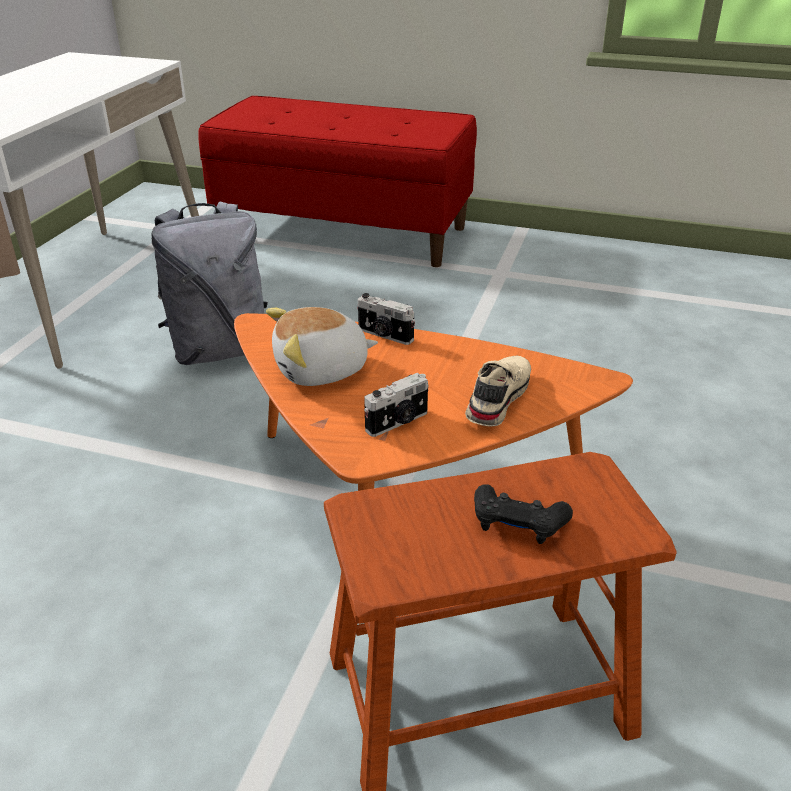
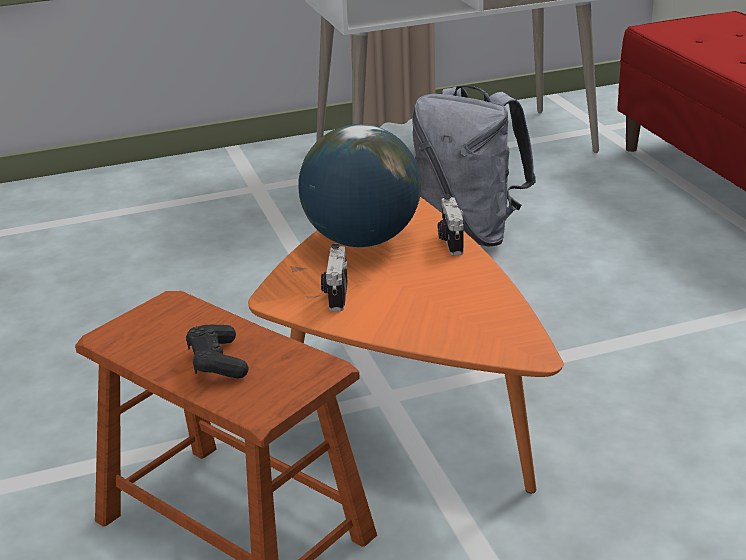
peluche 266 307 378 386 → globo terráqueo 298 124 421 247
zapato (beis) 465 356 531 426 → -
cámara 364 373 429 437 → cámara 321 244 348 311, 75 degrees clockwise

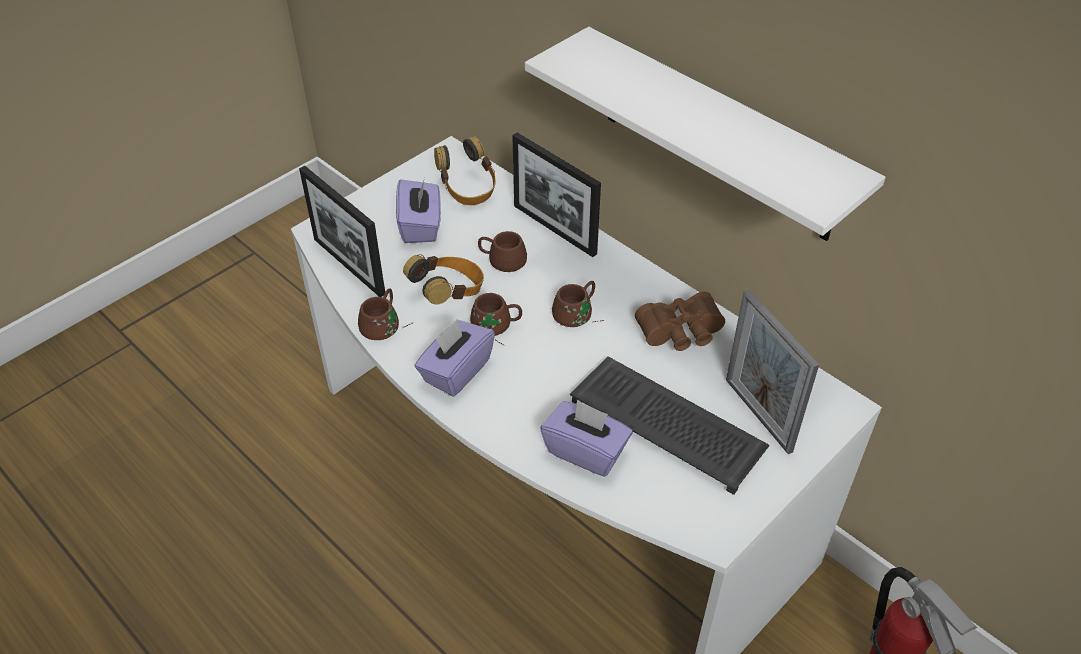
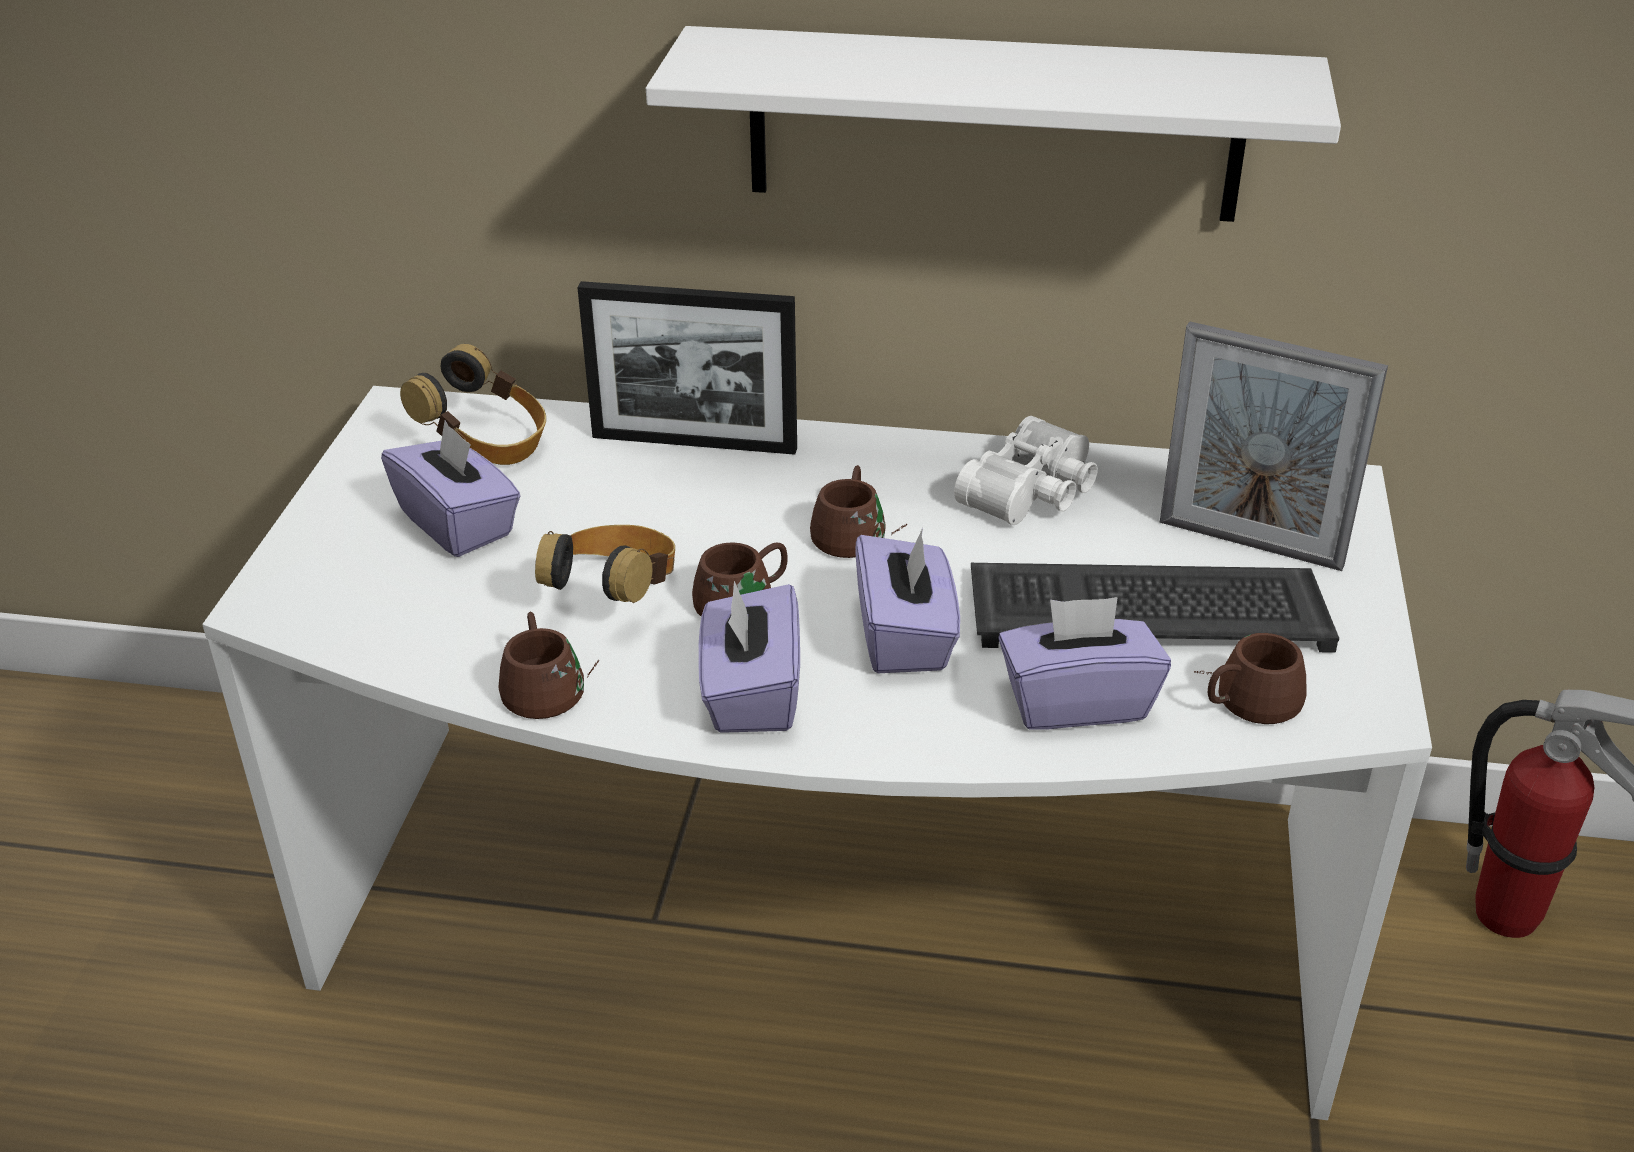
portarretratos 299 166 385 297 → -
taza grande (marrón) 478 231 527 272 → taza grande (marrón) 1194 633 1307 724, relocated
prismáticos (marrón) 635 292 725 351 → prismáticos (blanco) 954 416 1098 525
- → caja de pañuelos (morado) 855 528 960 673

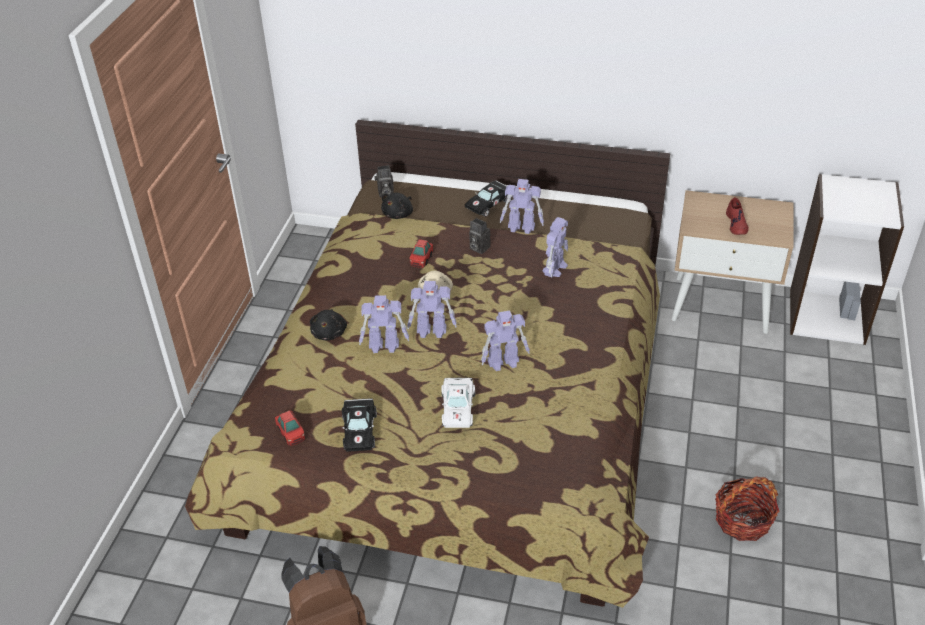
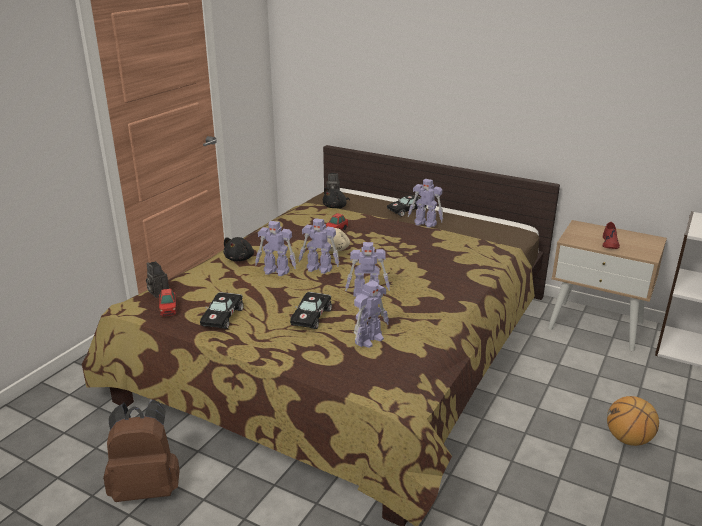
robot de juguete 543 217 568 277 → robot de juguete 354 280 389 348, relocated
cámara 469 218 491 254 → cámara 146 261 169 298, relocated
coche de juguete (blanco) 441 378 475 428 → coche de juguete (negro) 290 292 332 329
cesta 715 476 779 541 → -
- → balón de baloncesto 607 396 659 446

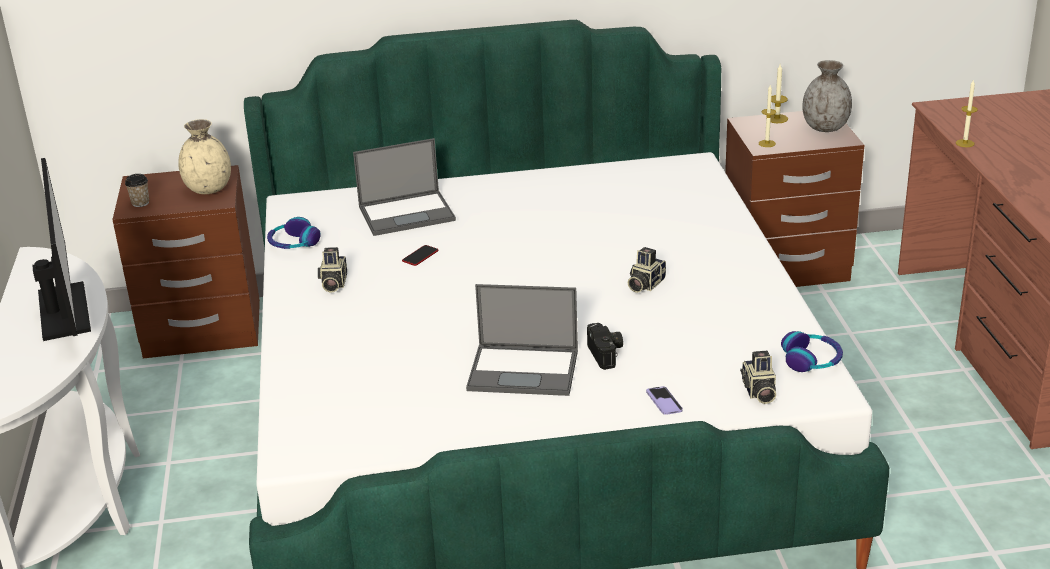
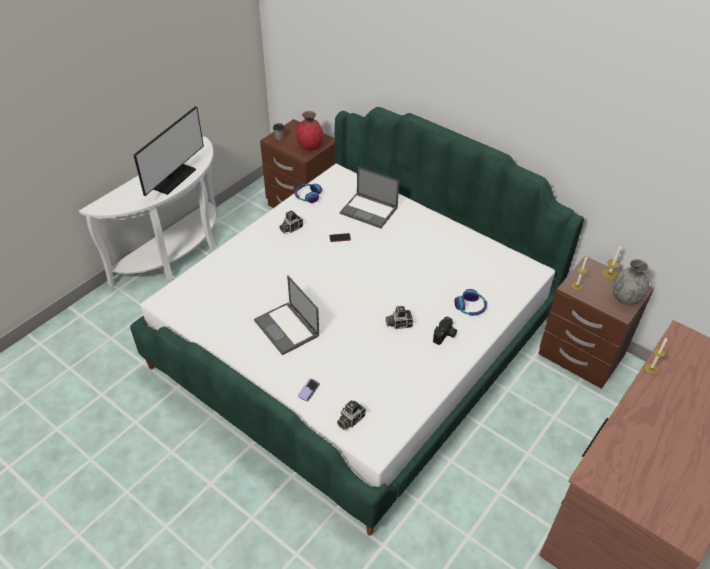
florero (beis) 178 119 231 194 → florero (rojo) 296 111 323 150
cámara 587 323 623 370 → cámara 433 317 457 345, relocated
auriculares 781 331 843 372 → auriculares 454 289 487 316, relocated

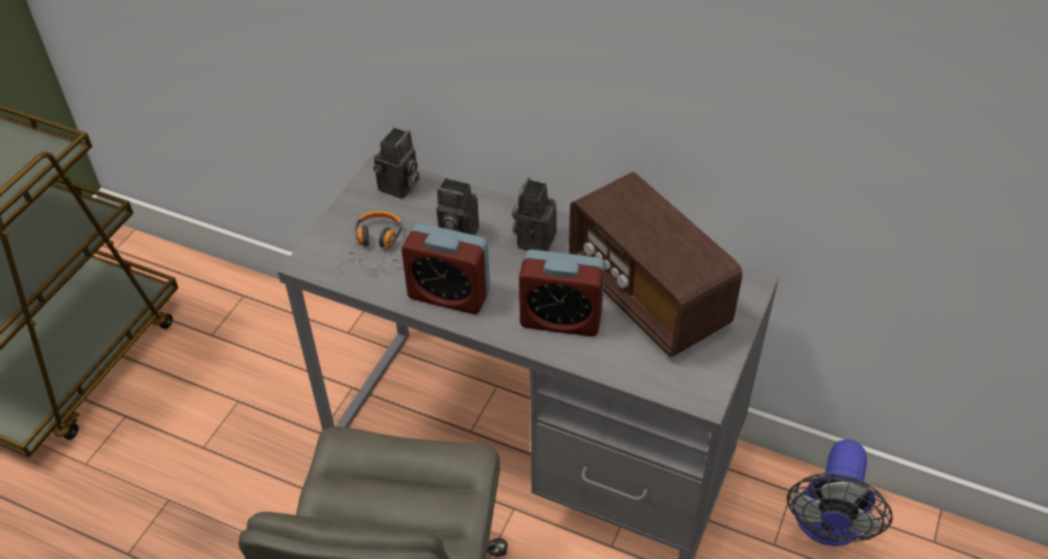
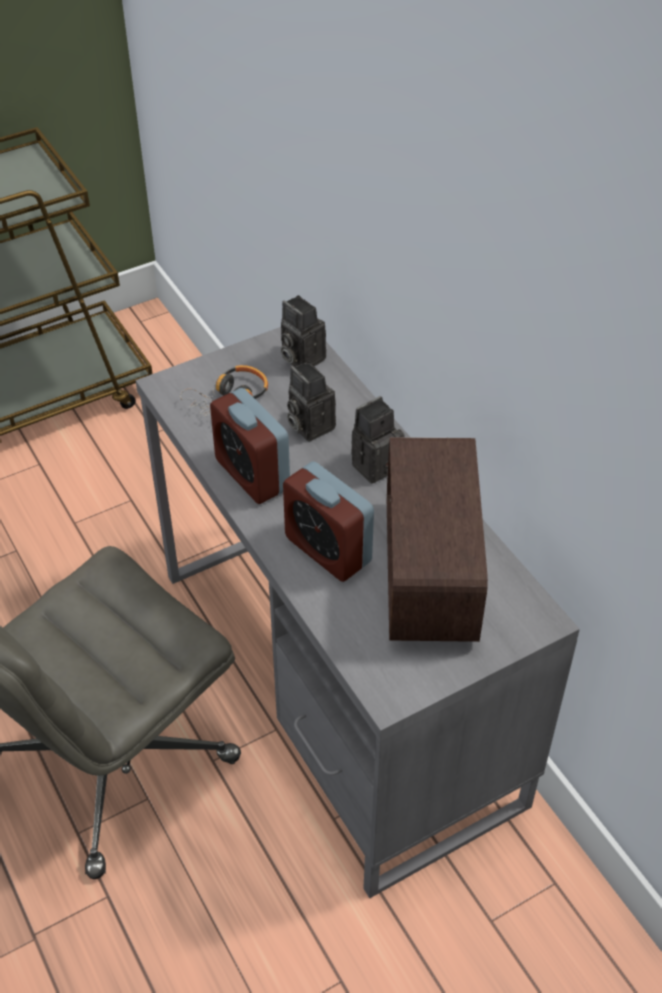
cámara 373 128 420 199 → cámara 281 295 326 367, 75 degrees clockwise
ventilador 787 439 893 546 → -

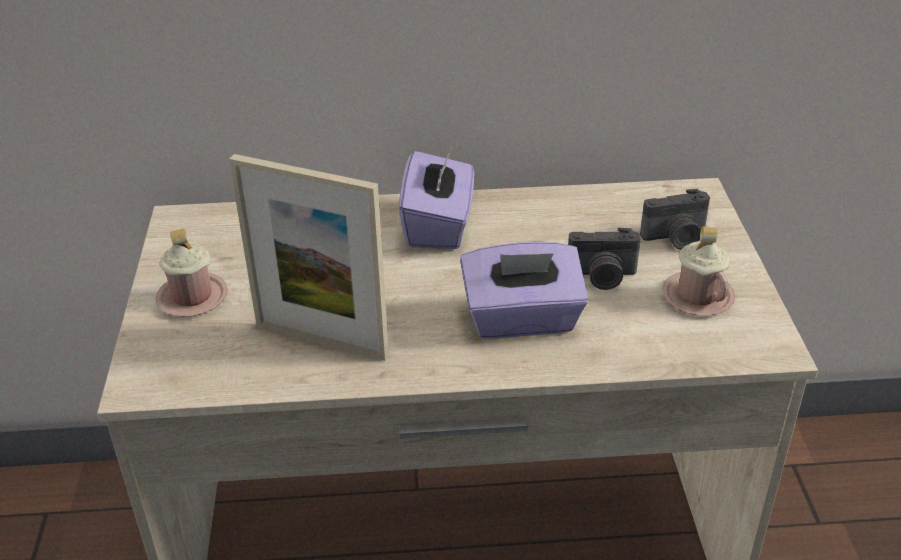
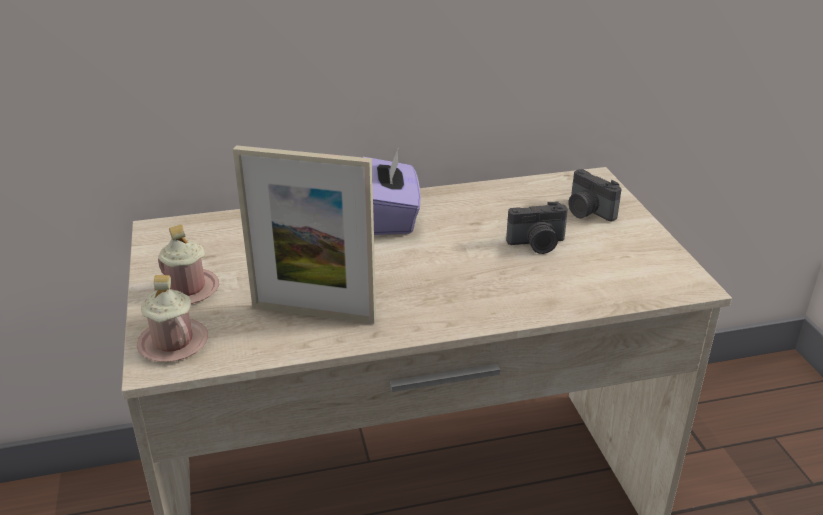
cámara 640 189 710 250 → cámara 568 169 622 221, 75 degrees clockwise
taza grande (rosa) 662 227 735 316 → taza grande (rosa) 136 275 208 362, relocated
caja de pañuelos (morado) 460 242 589 338 → -

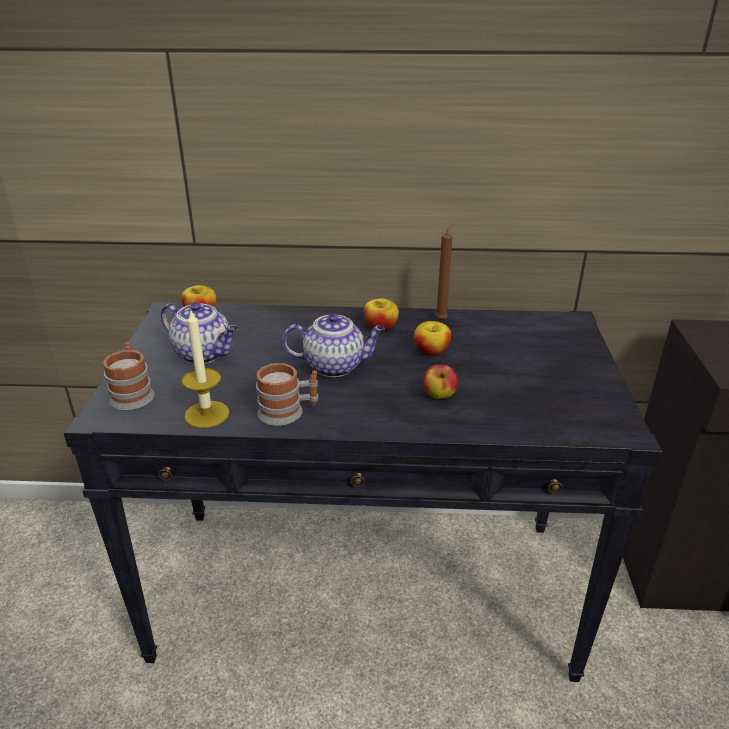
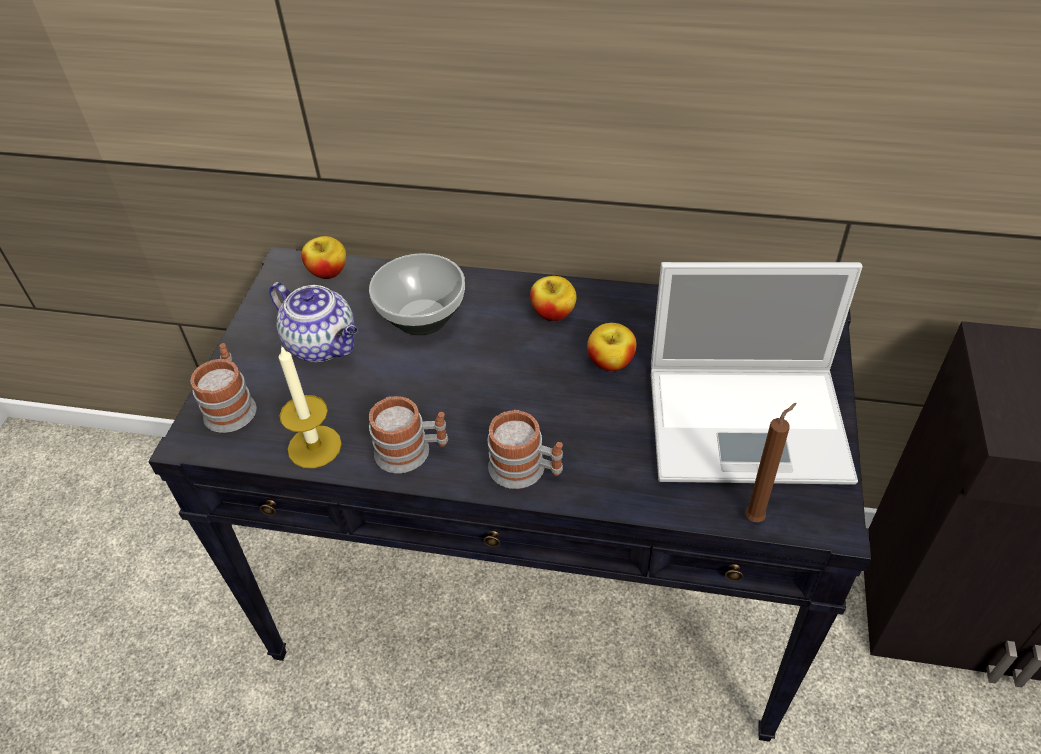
vela (marrón) 435 223 455 320 → vela (marrón) 745 403 796 522, relocated
tetera 282 313 385 377 → -
manzana 423 365 458 399 → -
- → cuenco 369 253 465 335
- → portátil 651 262 863 485
- → taza grande 487 410 563 489

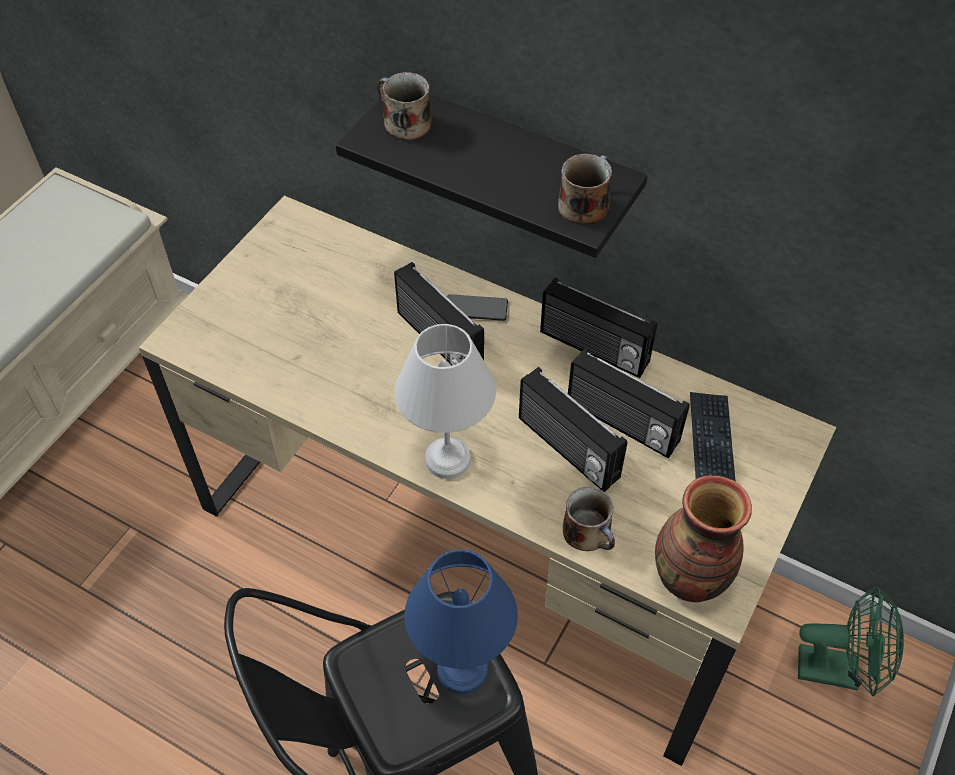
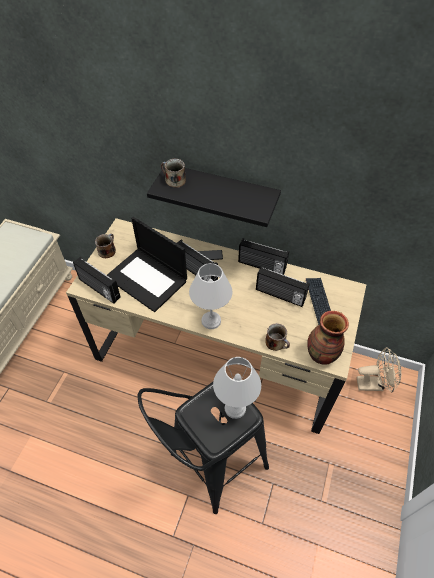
taza grande 558 154 612 225 → taza grande 95 234 116 258, relocated
radio 519 367 627 492 → radio 73 257 121 304, relocated
lámpara de mesa (azul) 404 549 518 694 → lámpara de mesa (blanco) 213 357 261 419
ventilador (verde) 798 585 904 696 → ventilador (beis) 357 347 402 392
- → portátil 107 217 187 312

